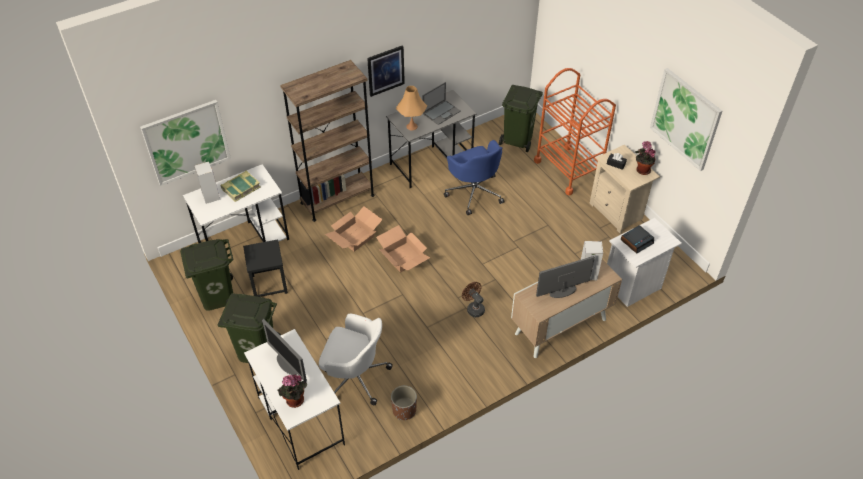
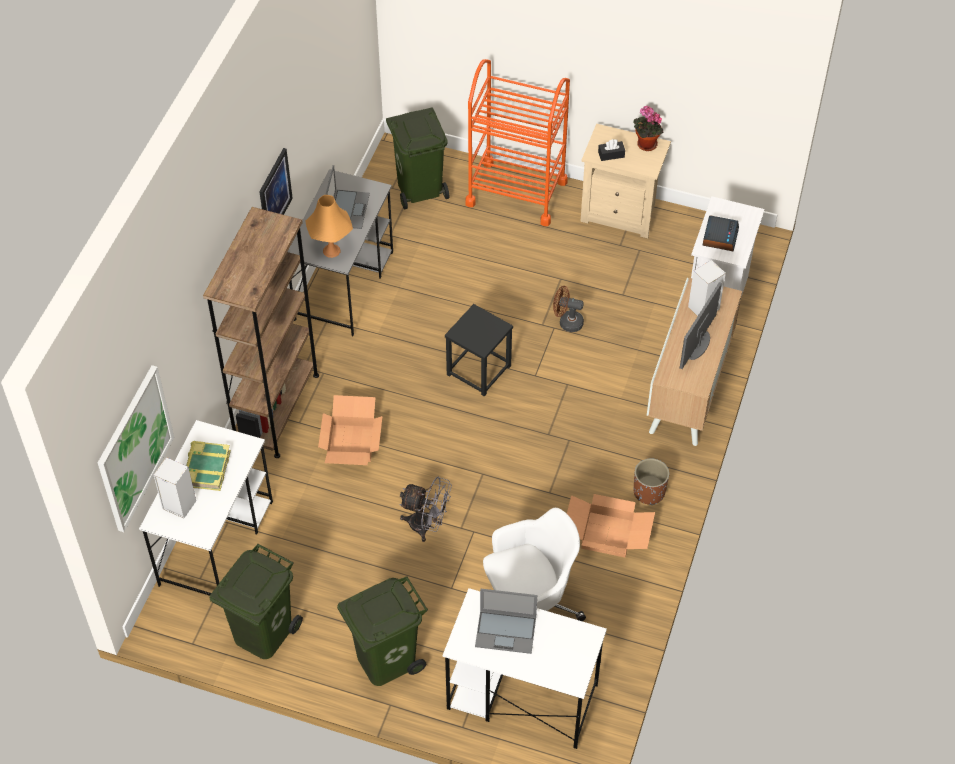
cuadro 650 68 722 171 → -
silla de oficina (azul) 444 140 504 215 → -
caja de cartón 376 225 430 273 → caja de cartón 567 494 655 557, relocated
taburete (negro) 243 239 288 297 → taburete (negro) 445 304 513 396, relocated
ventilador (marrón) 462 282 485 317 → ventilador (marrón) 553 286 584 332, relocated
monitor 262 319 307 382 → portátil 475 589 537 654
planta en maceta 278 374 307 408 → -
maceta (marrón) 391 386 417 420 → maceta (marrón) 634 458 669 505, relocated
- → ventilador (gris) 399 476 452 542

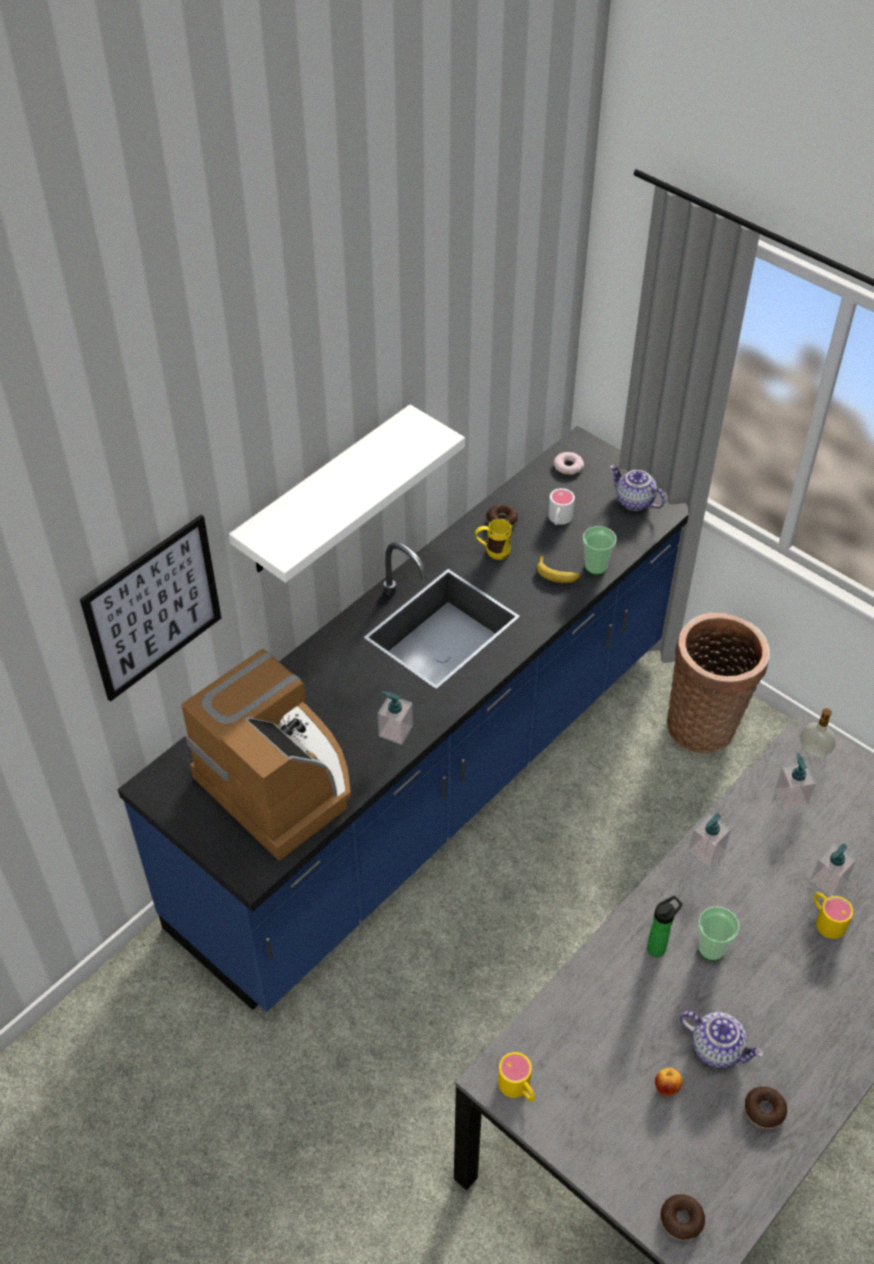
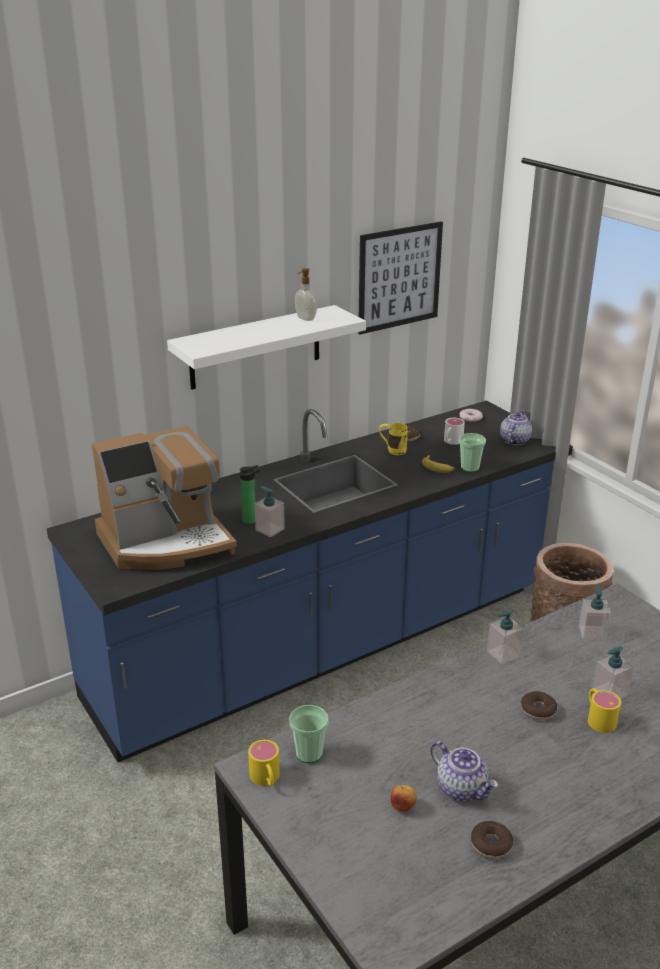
tetera 610 465 665 511 → tetera 500 410 532 445, 60 degrees clockwise
cuadro 80 515 221 702 → cuadro 358 222 443 335, relocated
cafetera 181 649 351 861 → cafetera 92 426 237 570, 90 degrees clockwise
dispensador de jabón 800 708 836 758 → dispensador de jabón 295 268 317 321, relocated
botella 647 896 683 957 → botella 240 465 260 524, relocated
taza 698 907 739 961 → taza 289 705 329 763, relocated
rosquilla 660 1194 705 1241 → rosquilla 521 691 557 720, relocated

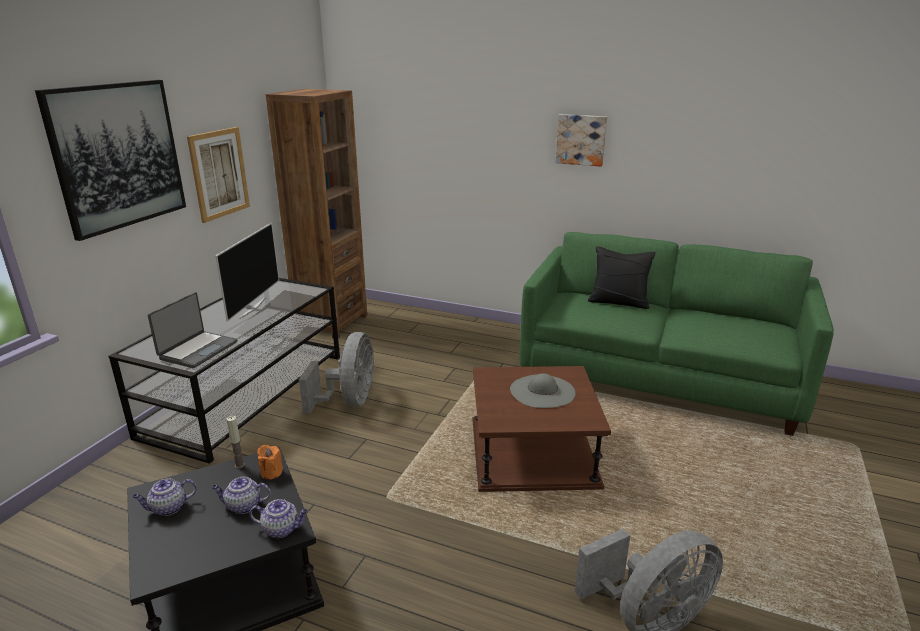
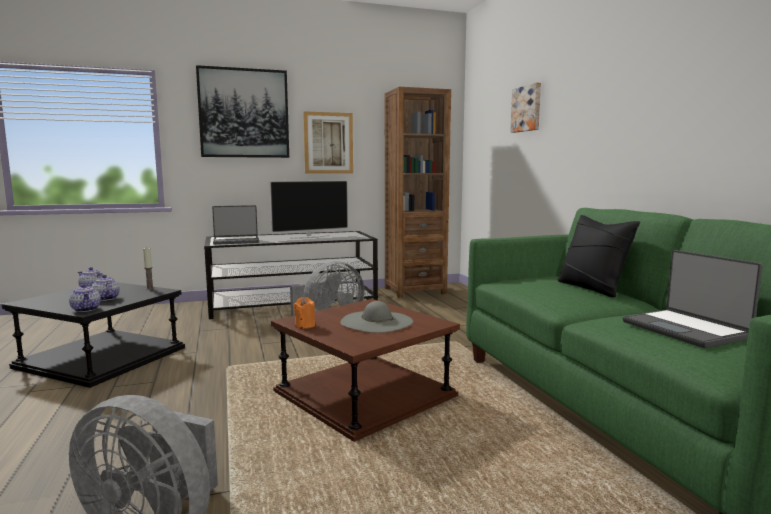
cuadro 555 114 607 167 → cuadro 510 82 541 133, relocated
vela (naranja) 257 445 283 480 → vela (naranja) 294 297 315 329, relocated
- → portátil 623 250 762 348

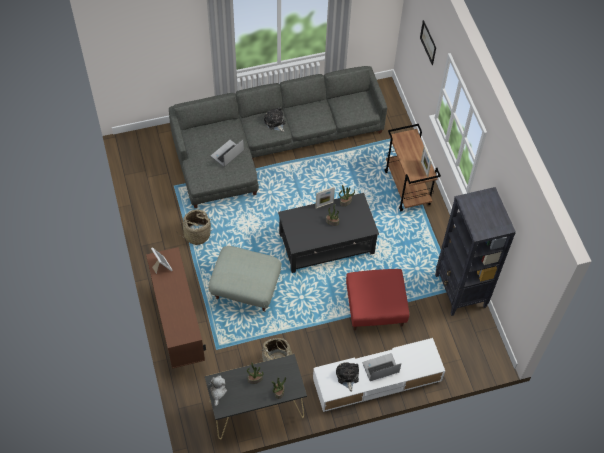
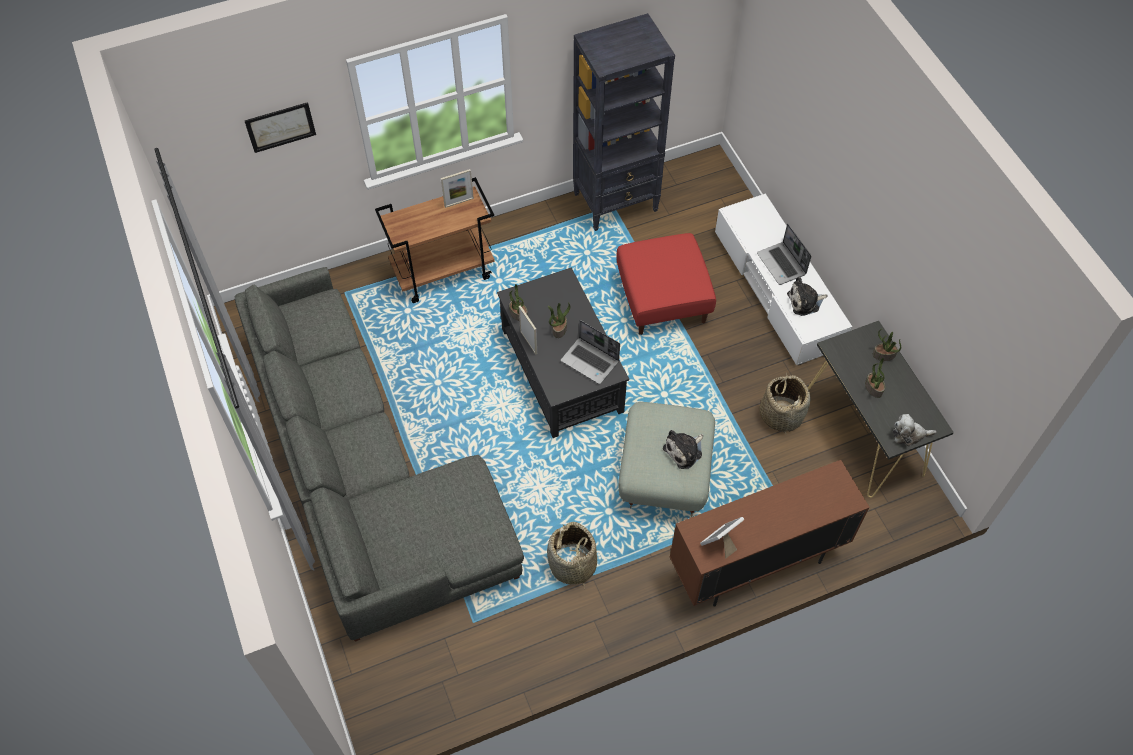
peluche 264 107 286 132 → peluche 663 430 703 469, relocated
portátil 211 139 244 167 → portátil 561 320 620 384, relocated

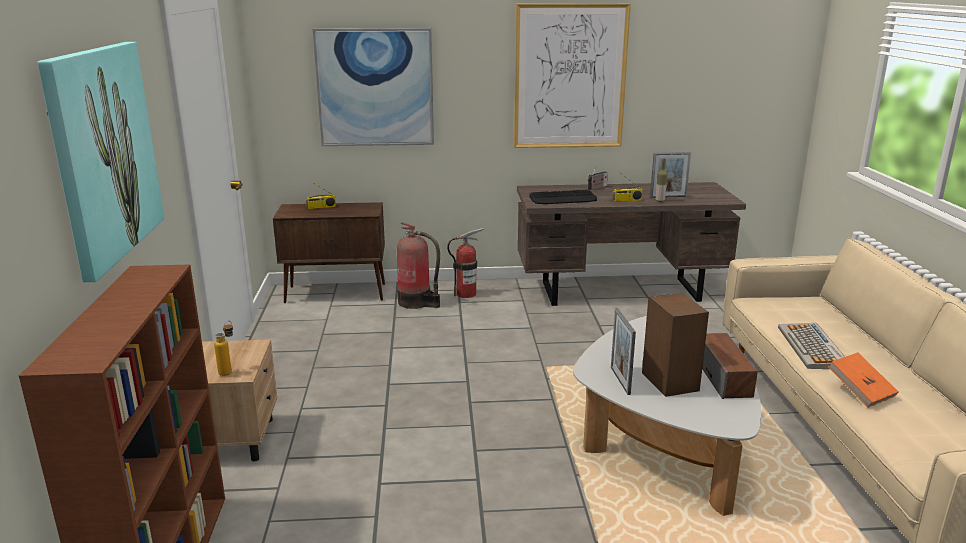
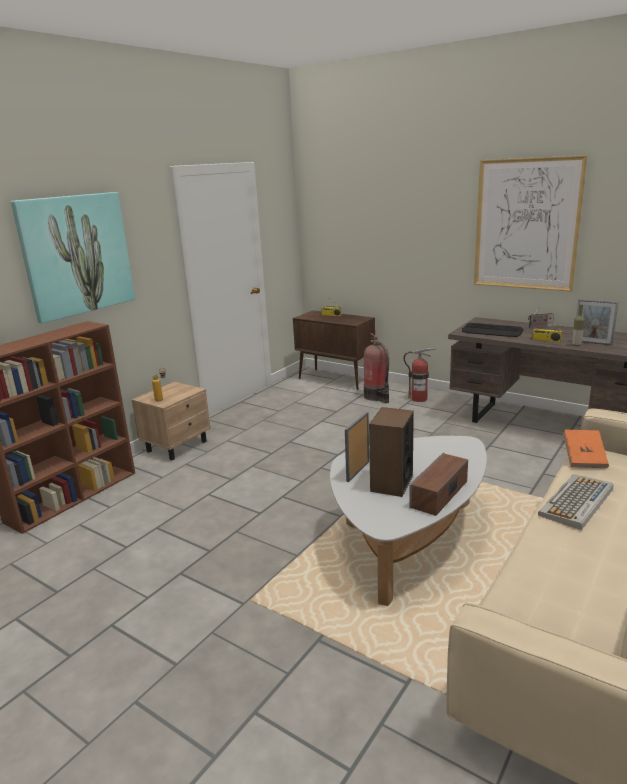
cuadro 313 28 434 146 → -
libro (naranja) 828 352 899 408 → libro (naranja) 563 430 609 468, relocated

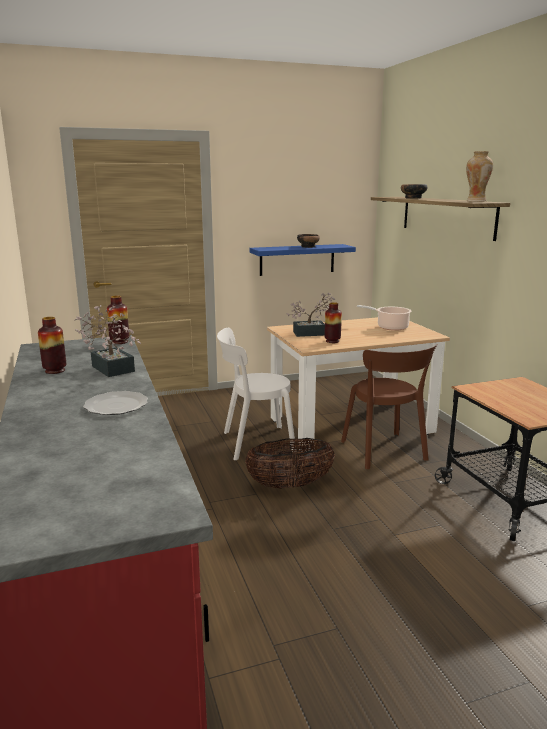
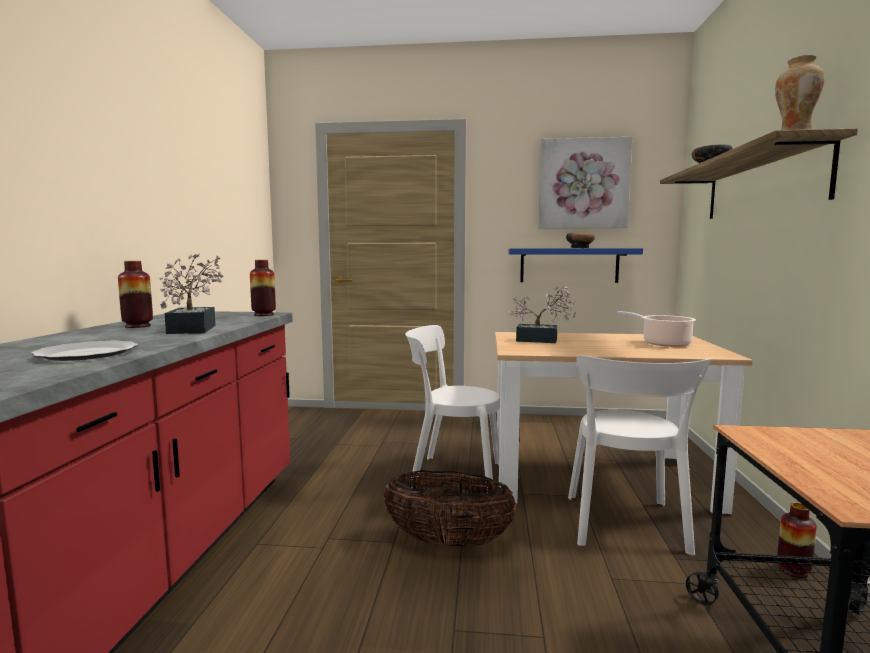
florero 325 302 342 343 → florero 777 502 817 578, relocated
silla (marrón) 341 344 437 469 → silla (blanco) 568 355 711 555
- → cuadro 538 137 632 229

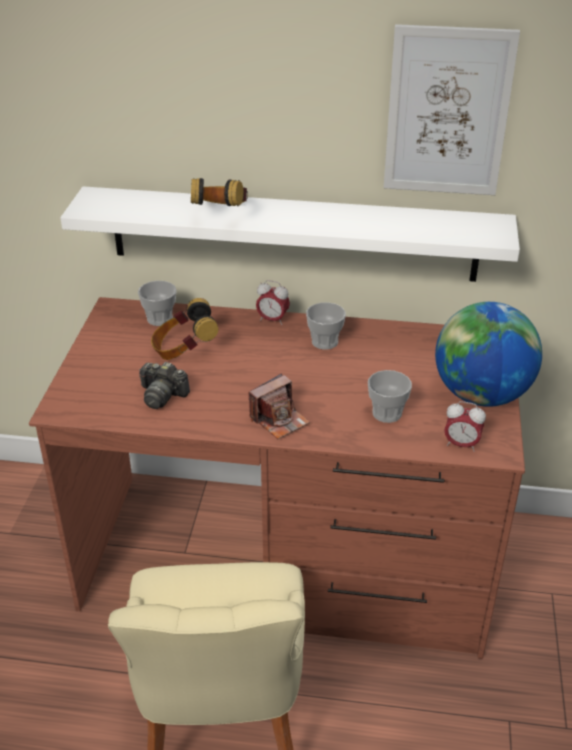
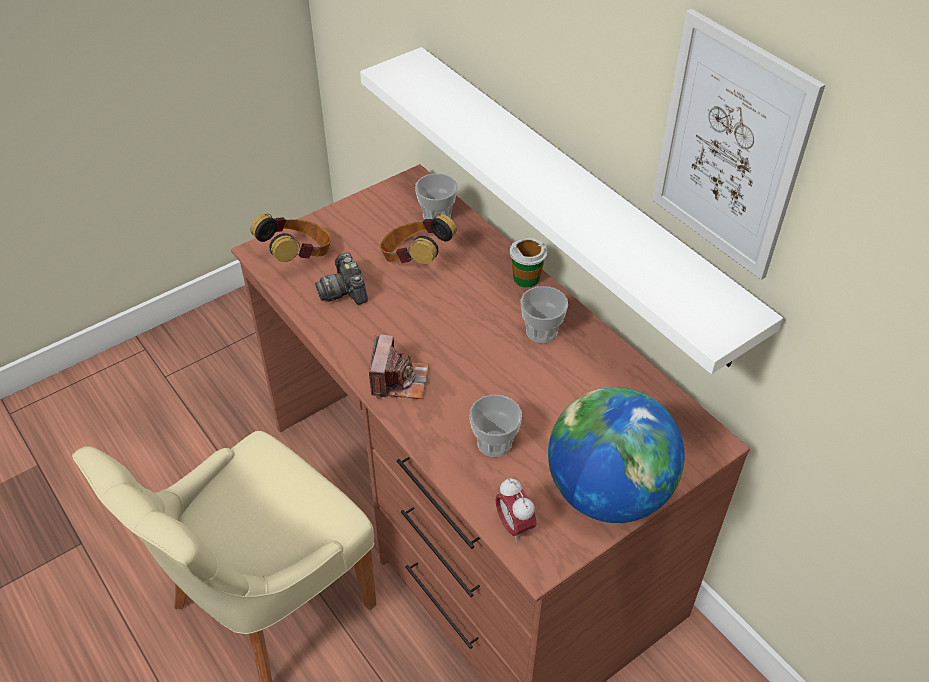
auriculares 191 178 248 207 → auriculares 250 214 331 262, relocated
despertador 256 280 290 325 → taza 510 238 548 288
cámara 248 373 310 439 → cámara 369 334 429 399, 90 degrees counterclockwise

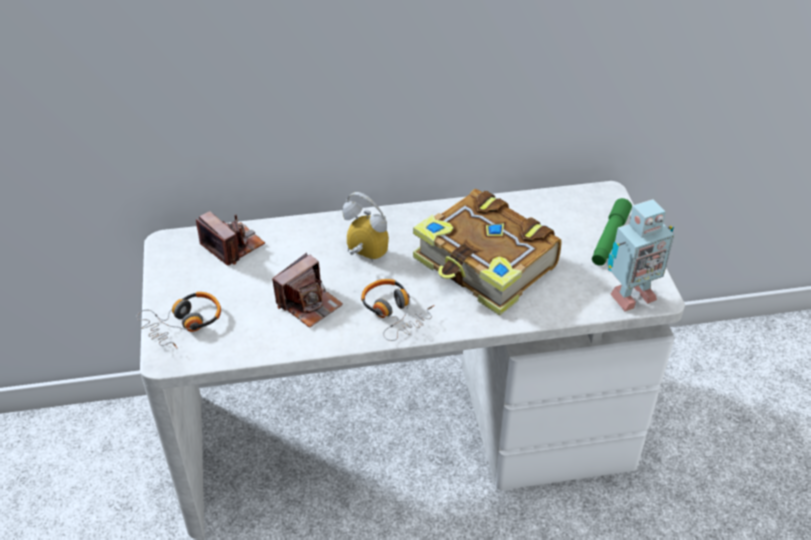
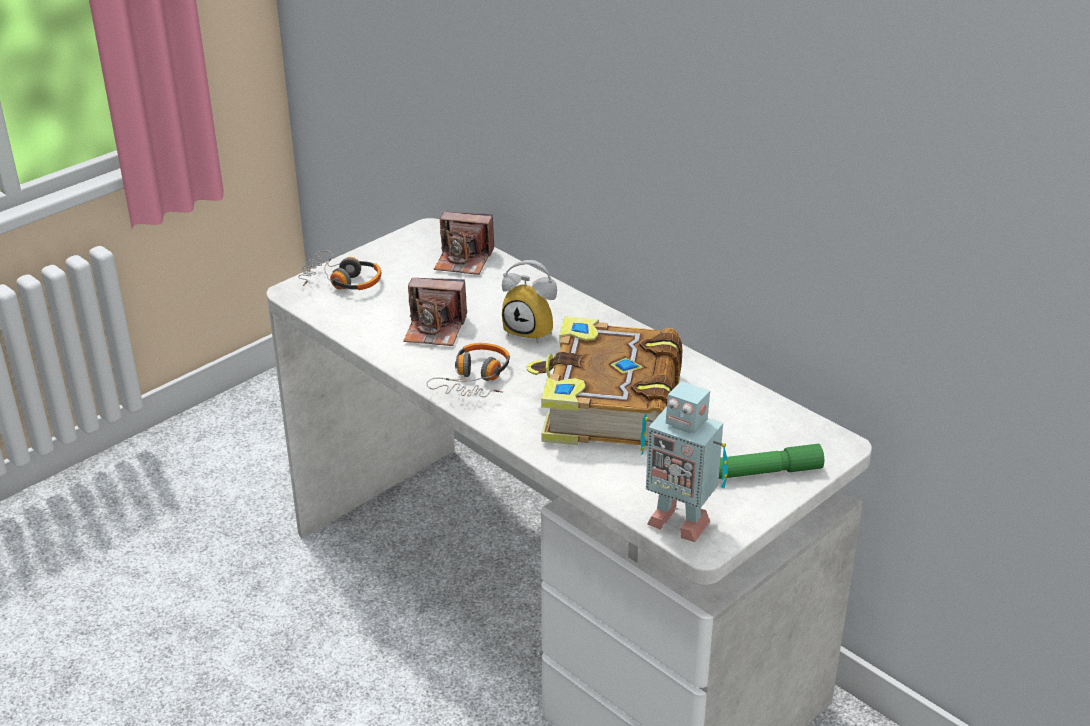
despertador 342 192 389 262 → despertador 502 260 557 343, 120 degrees clockwise
cámara 196 211 265 266 → cámara 434 212 494 275, 90 degrees clockwise

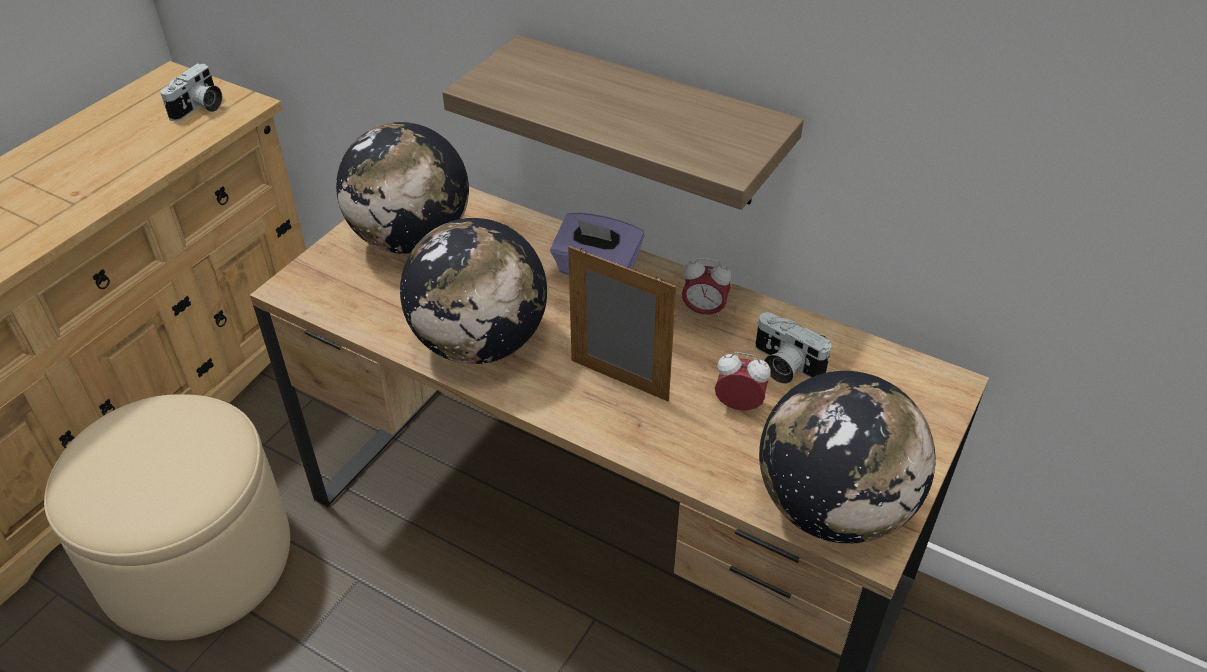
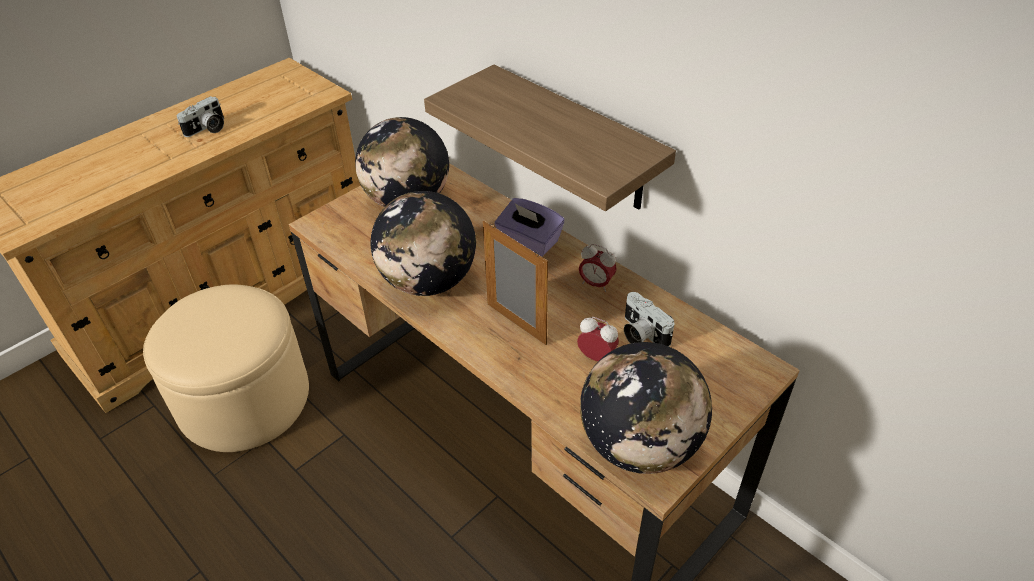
cámara 160 63 222 121 → cámara 176 96 224 137, relocated

